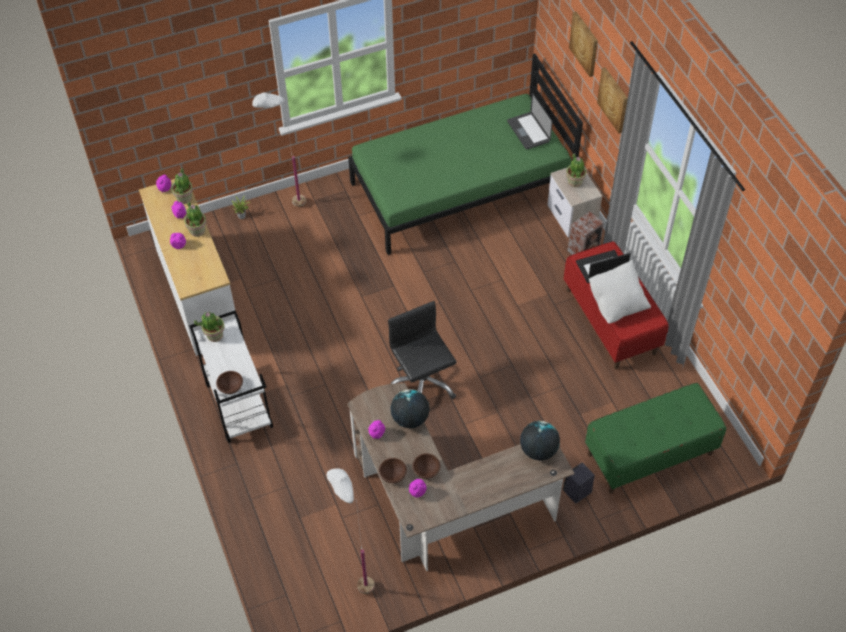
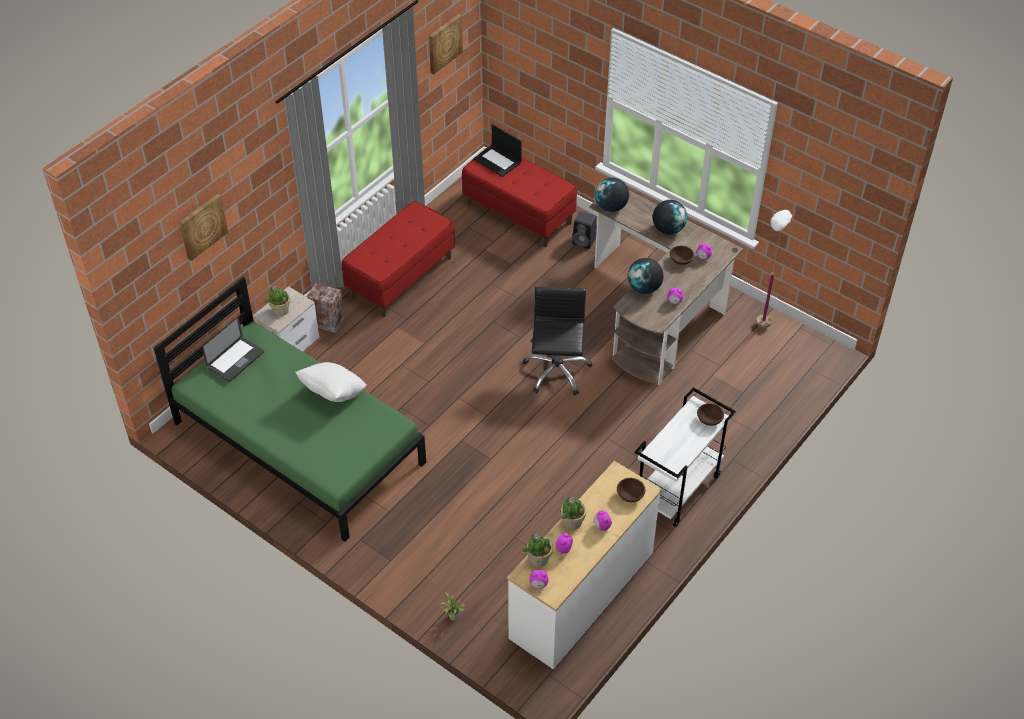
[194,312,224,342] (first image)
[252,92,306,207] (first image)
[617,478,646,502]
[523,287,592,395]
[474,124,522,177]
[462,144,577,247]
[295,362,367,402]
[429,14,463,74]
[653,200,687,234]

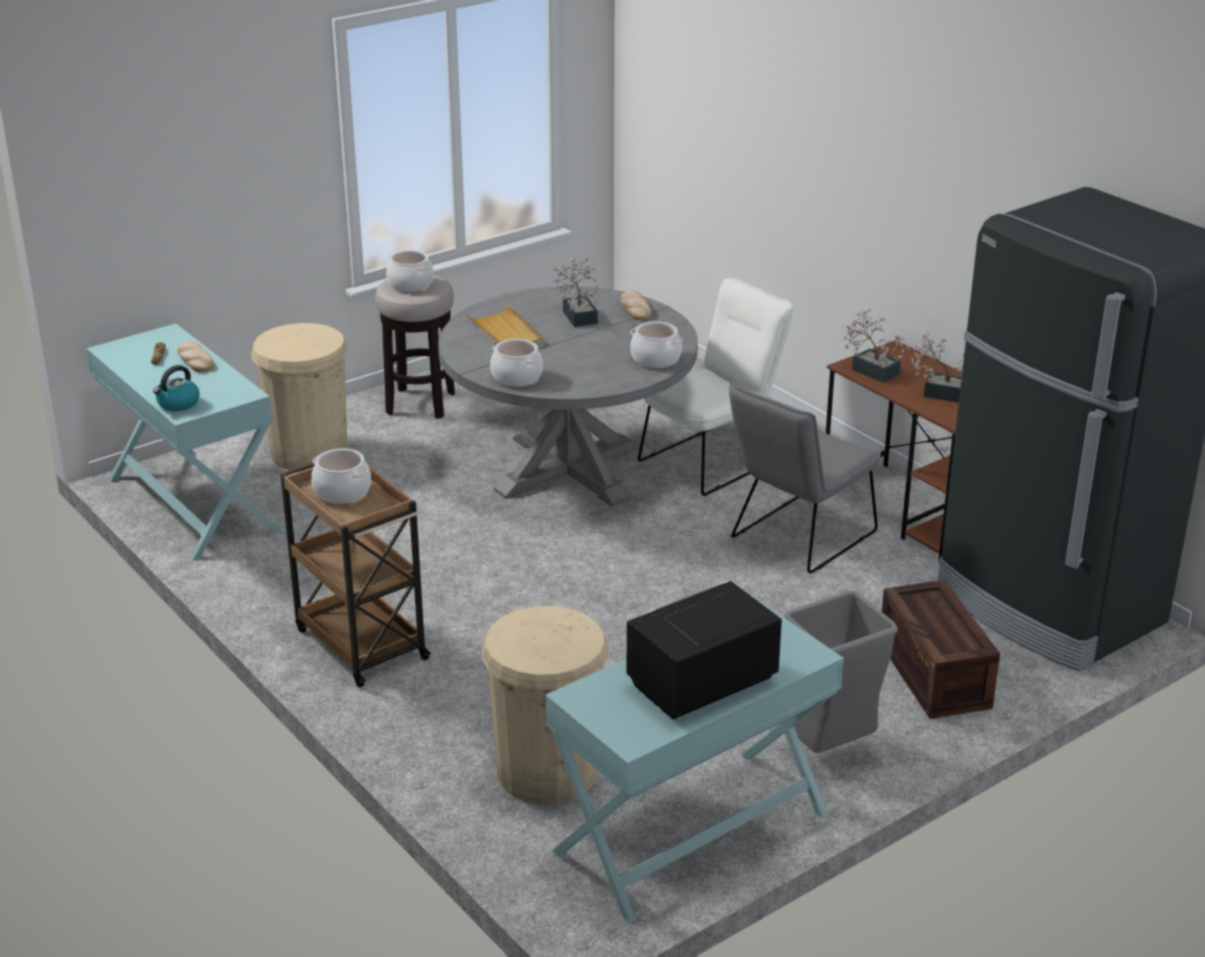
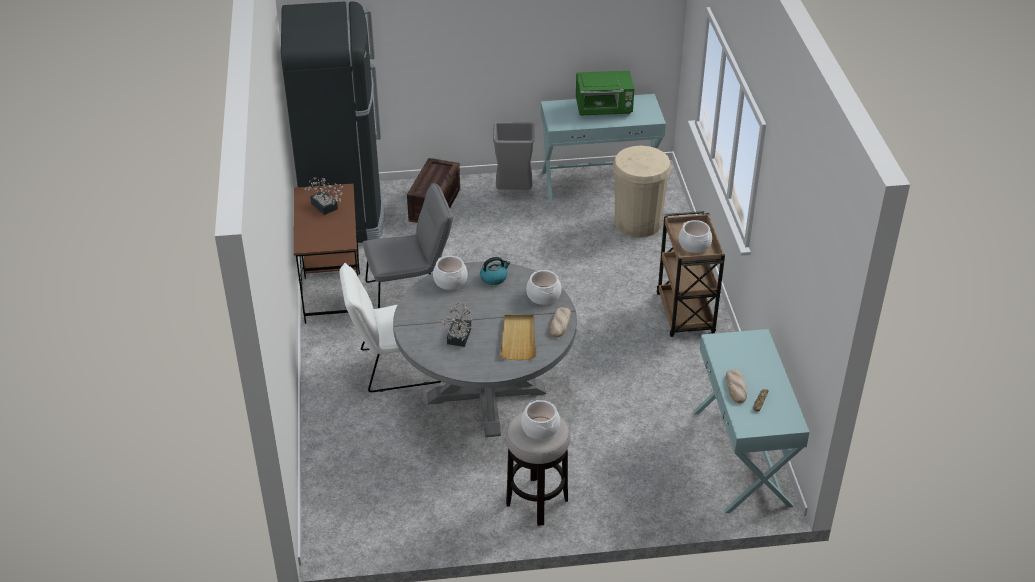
[480,257,510,285]
[251,323,348,471] (first image)
[550,307,571,338]
[576,71,634,116]
[842,309,911,383] (first image)

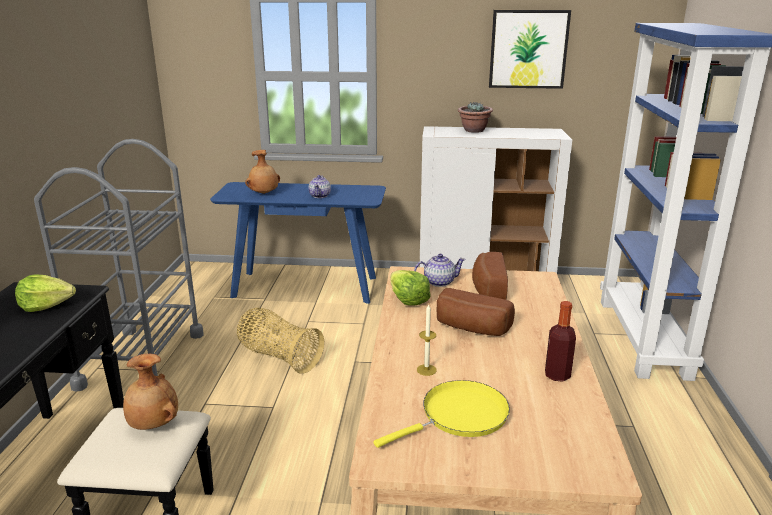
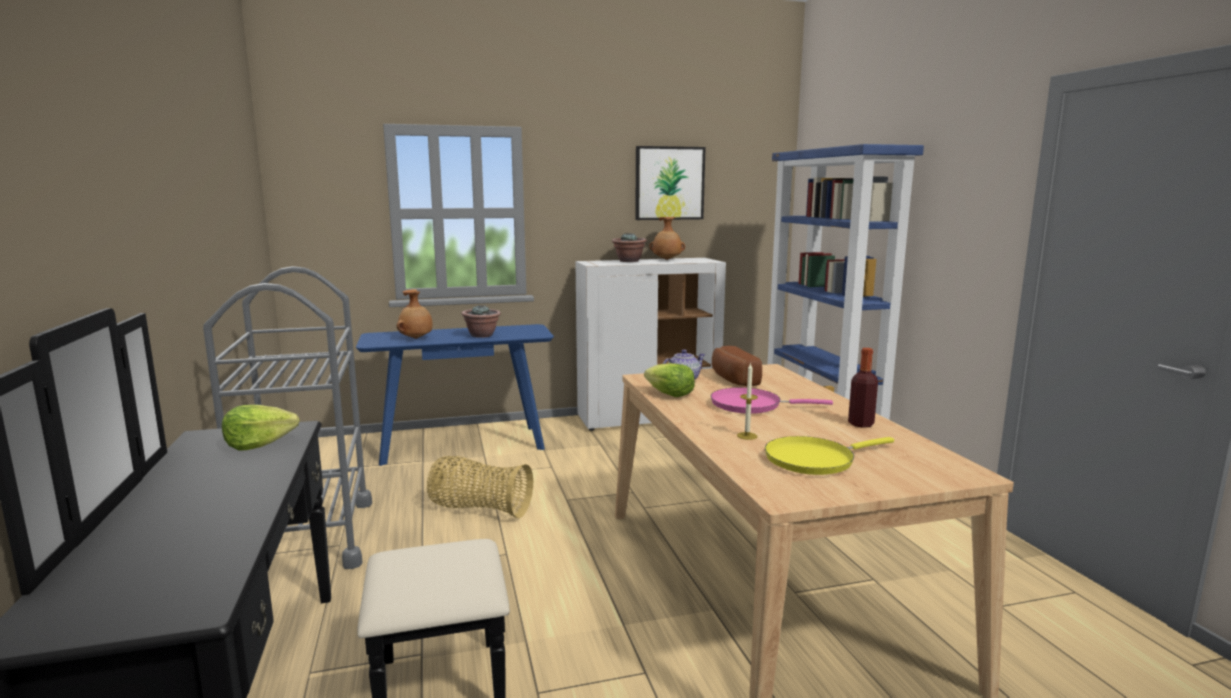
[649,217,685,260]
[462,305,501,338]
[765,436,894,475]
[711,388,833,414]

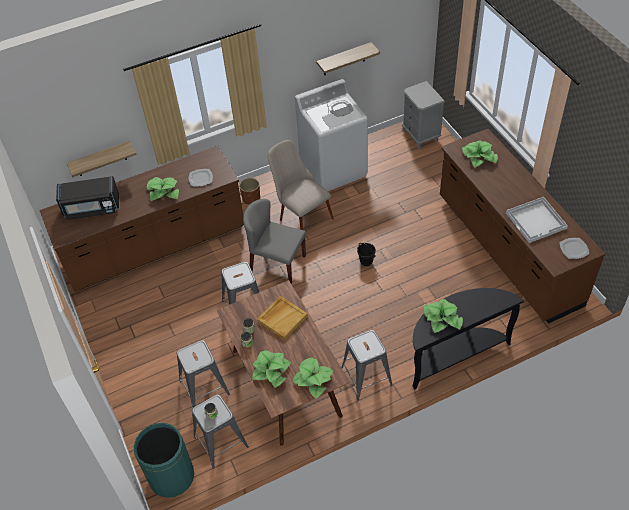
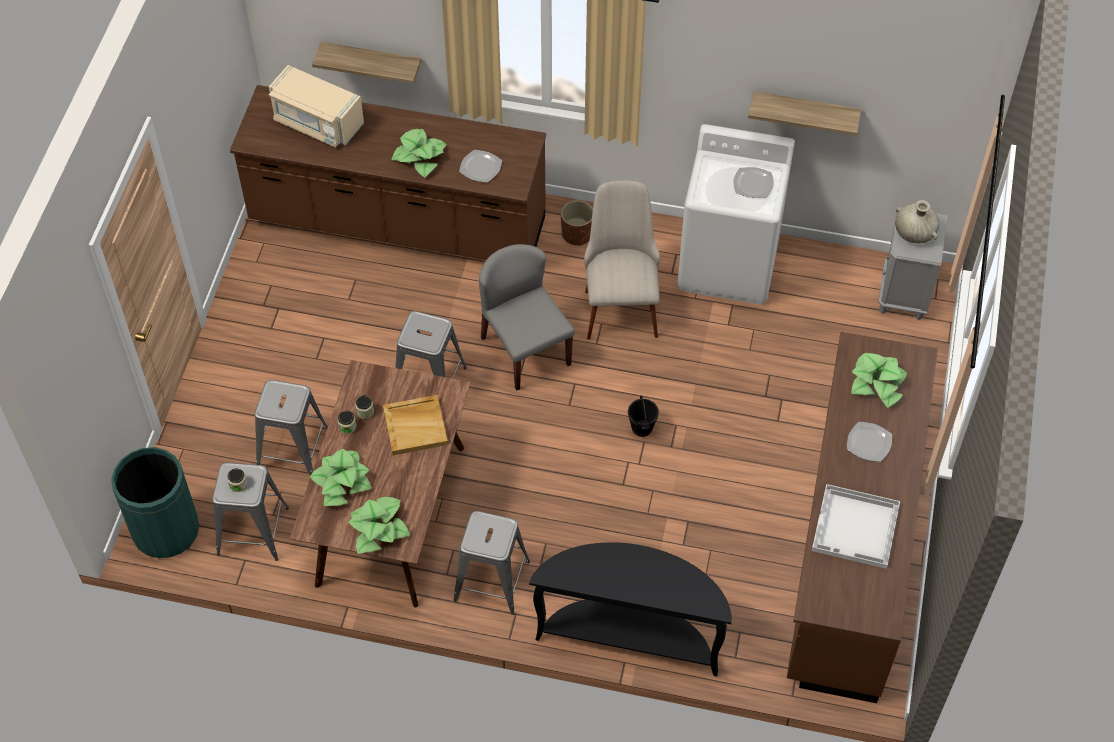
[269,65,364,148]
[424,299,463,333] (first image)
[847,422,892,462]
[895,200,939,243]

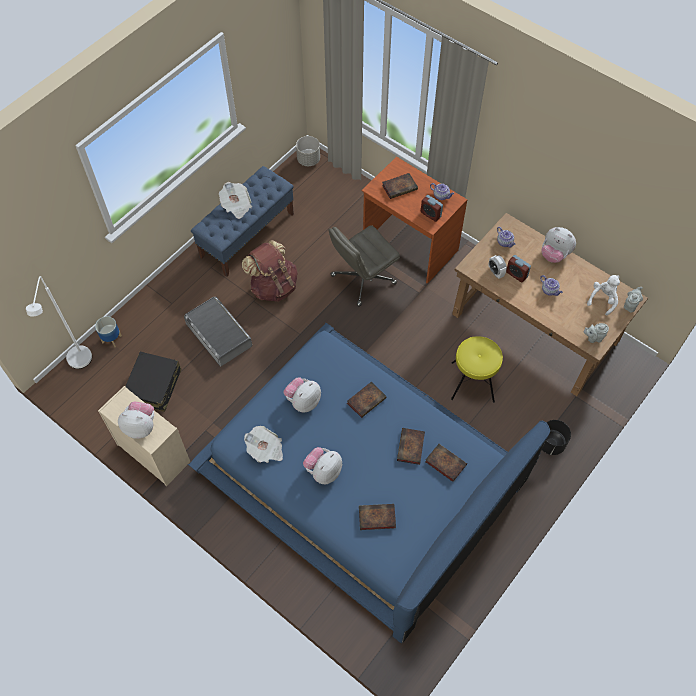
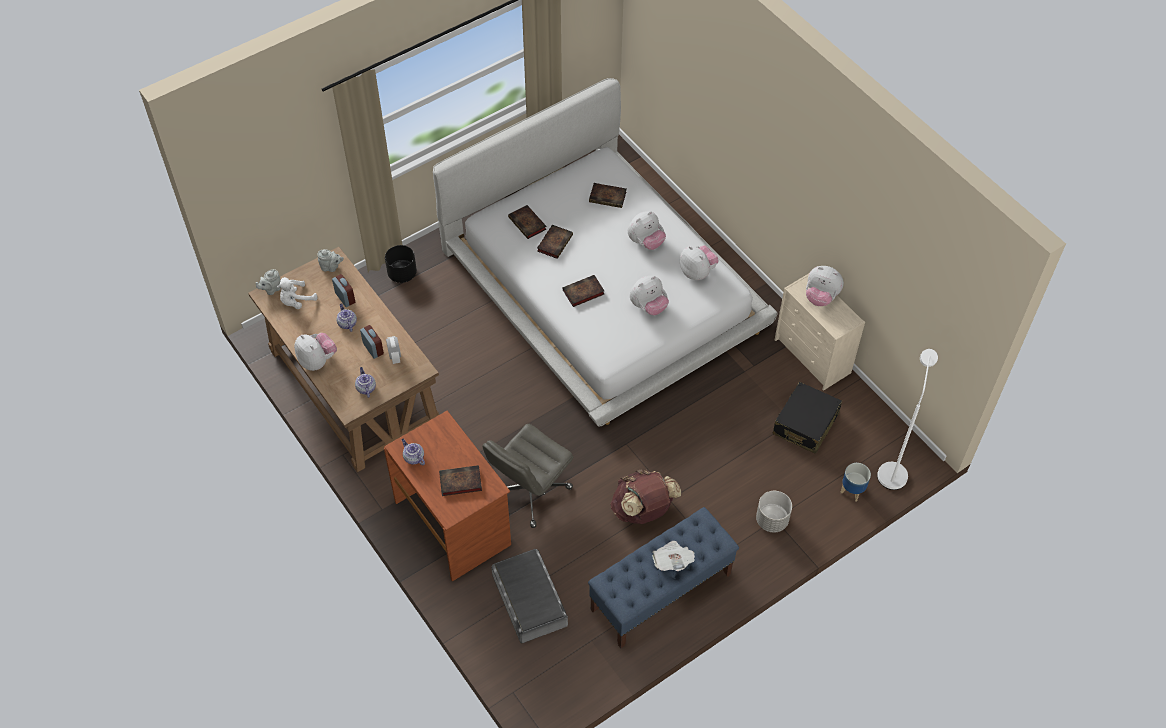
[491,549,568,643]
[433,78,778,427]
[680,246,719,280]
[756,491,792,532]
[482,424,573,528]
[332,274,355,307]
[451,336,503,403] (first image)

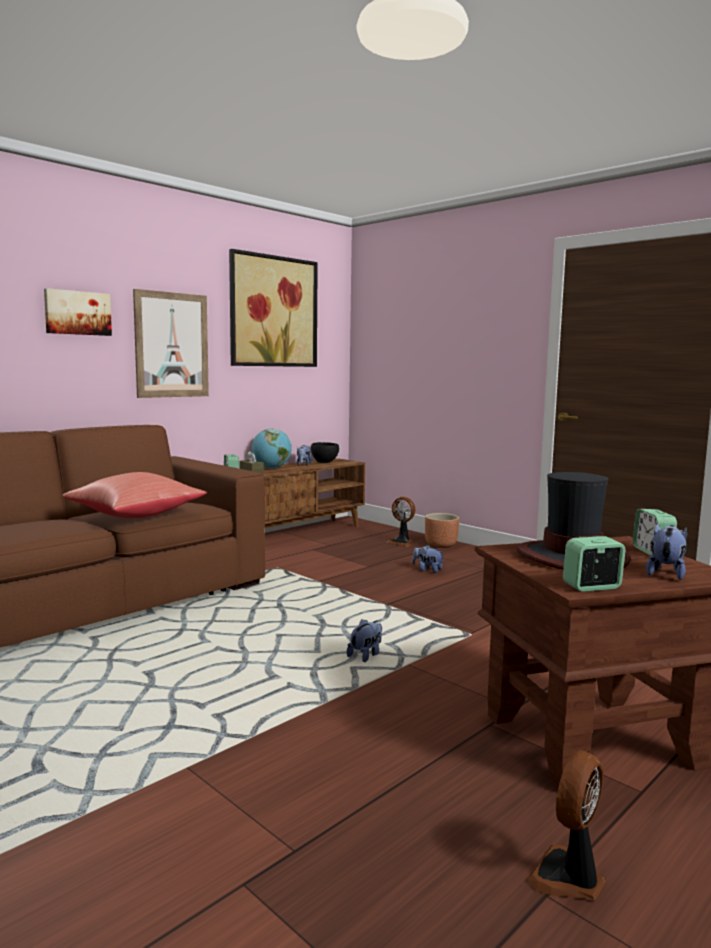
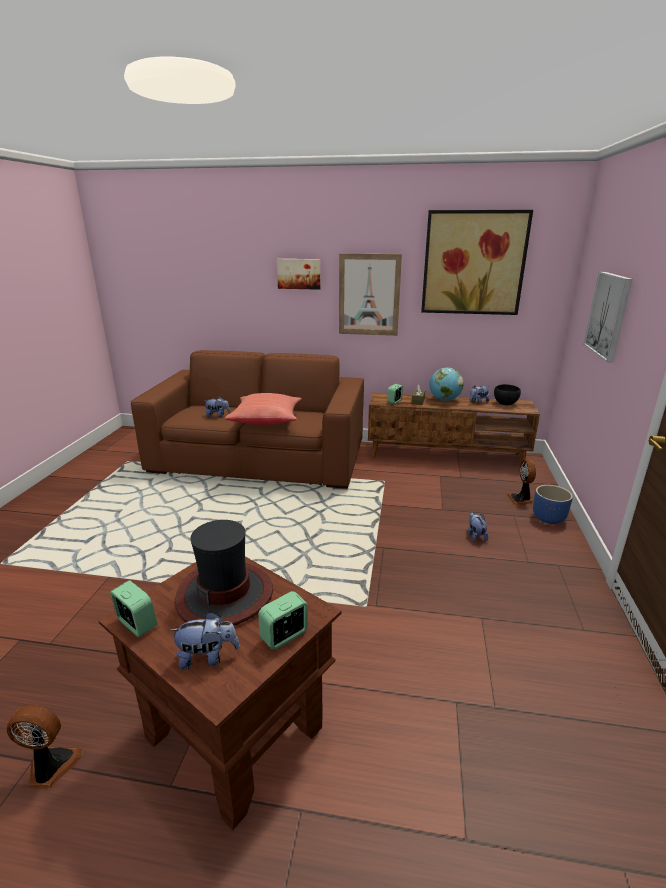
[205,397,230,418]
[533,485,573,524]
[583,271,633,362]

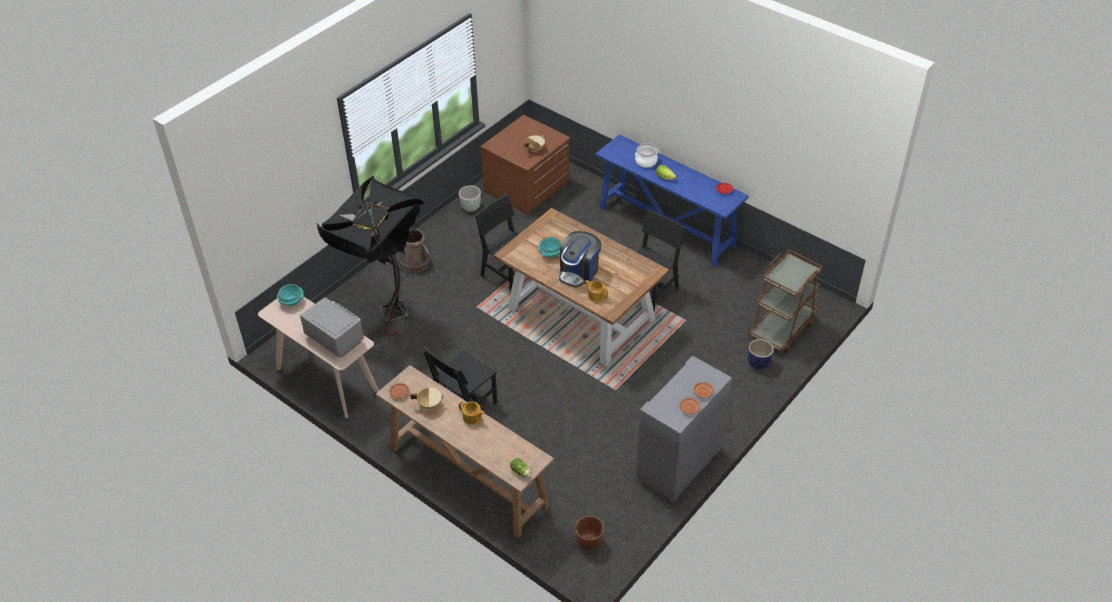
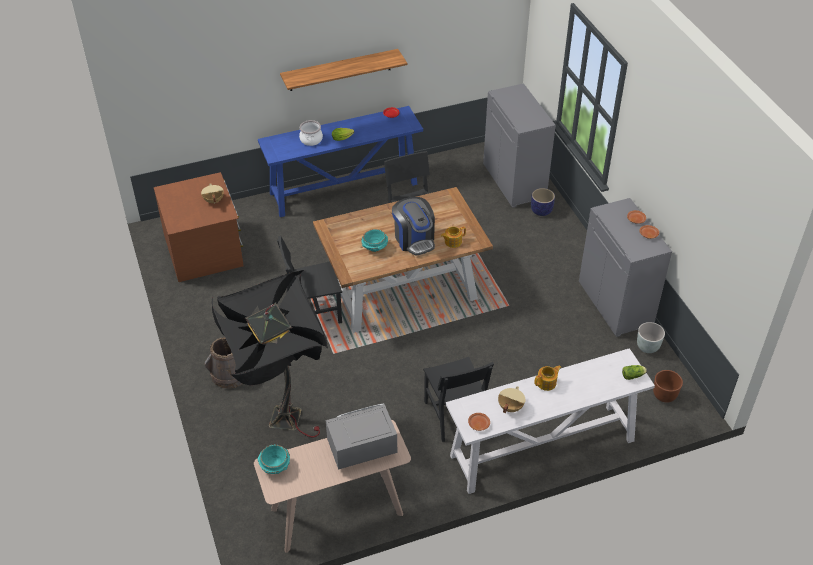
[446,348,655,494]
[637,322,665,353]
[483,83,556,208]
[280,49,407,91]

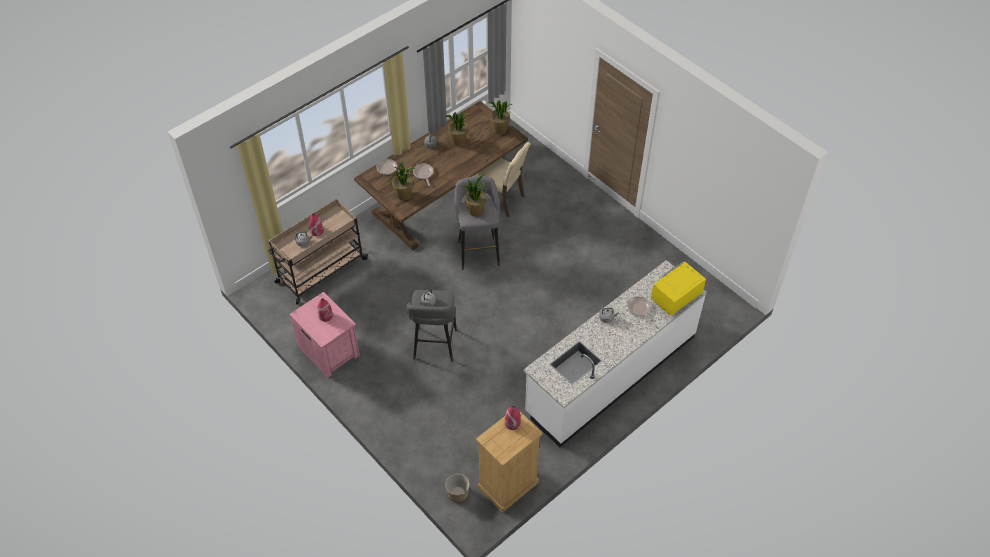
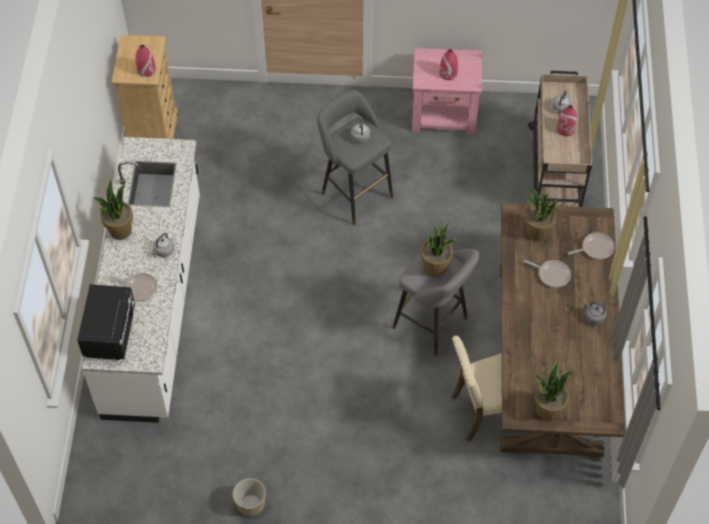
[94,179,133,240]
[233,478,266,517]
[77,284,135,360]

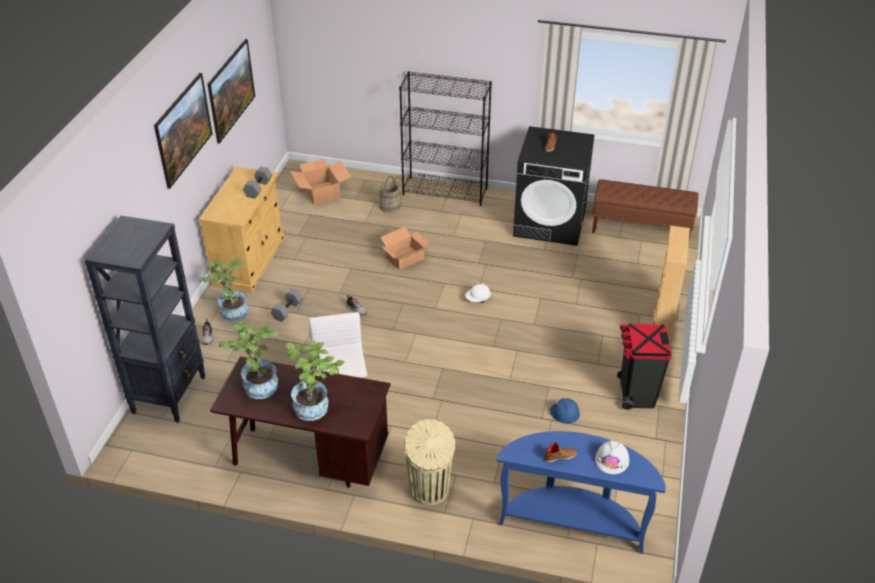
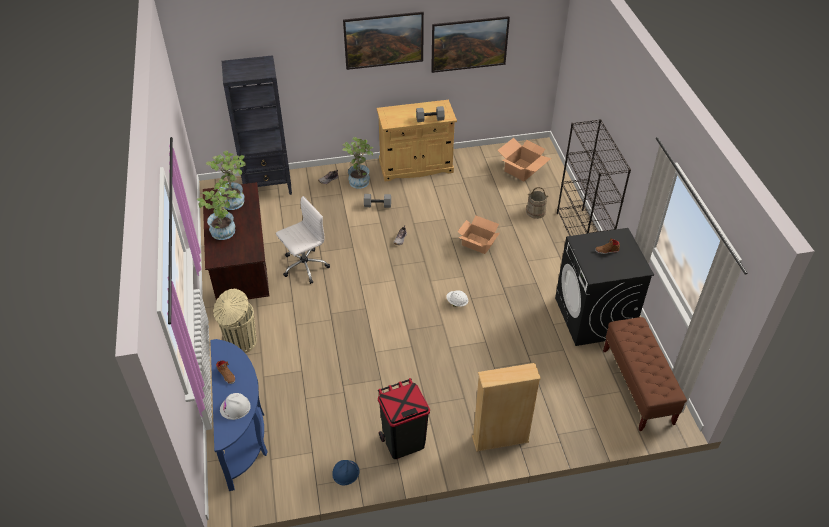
[332,460,359,485]

